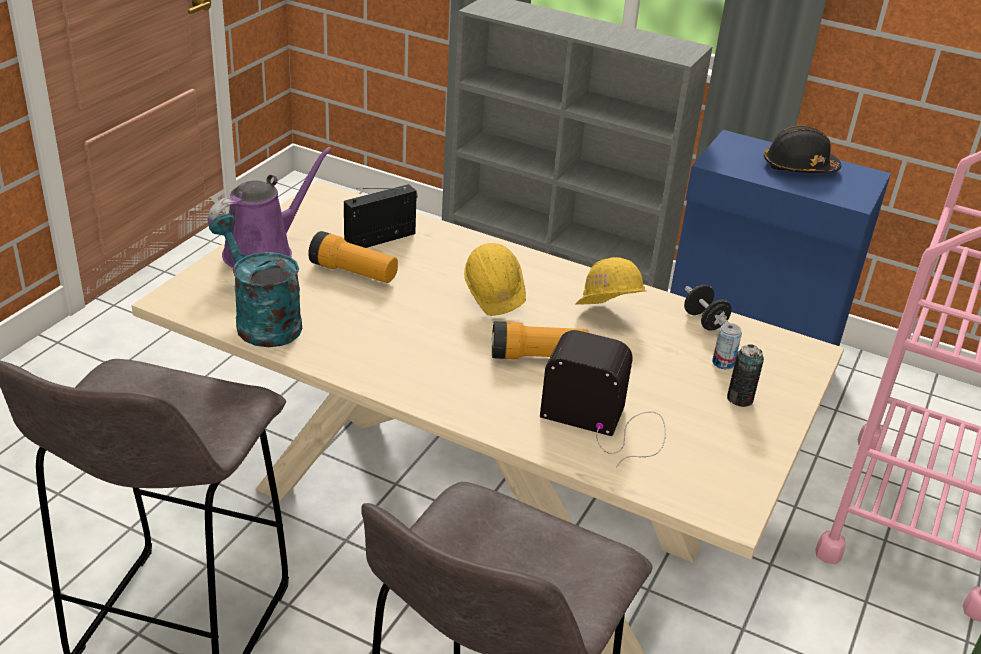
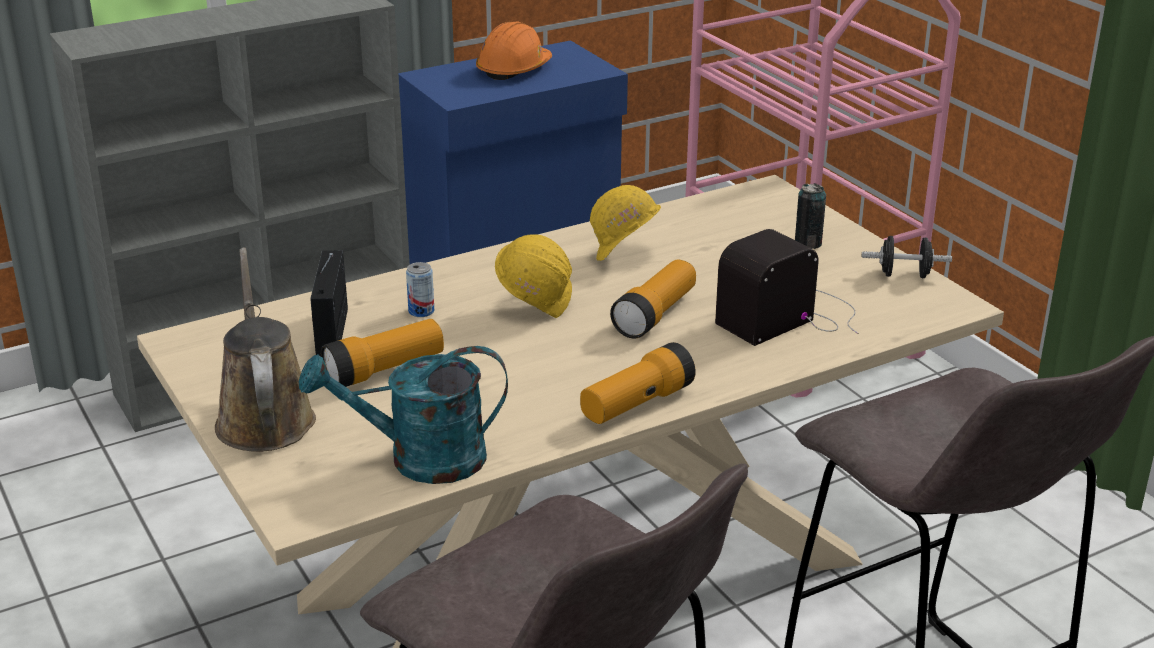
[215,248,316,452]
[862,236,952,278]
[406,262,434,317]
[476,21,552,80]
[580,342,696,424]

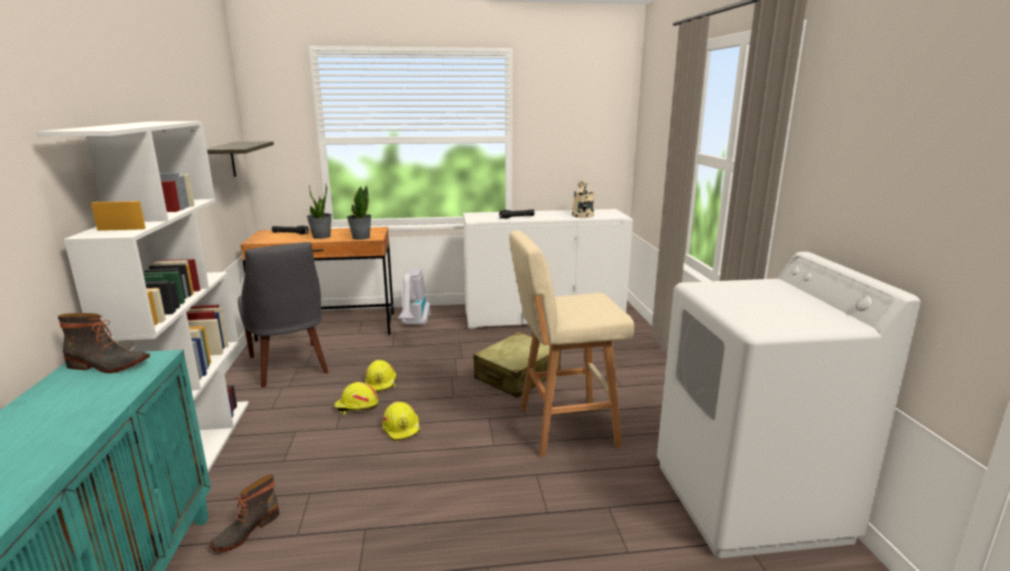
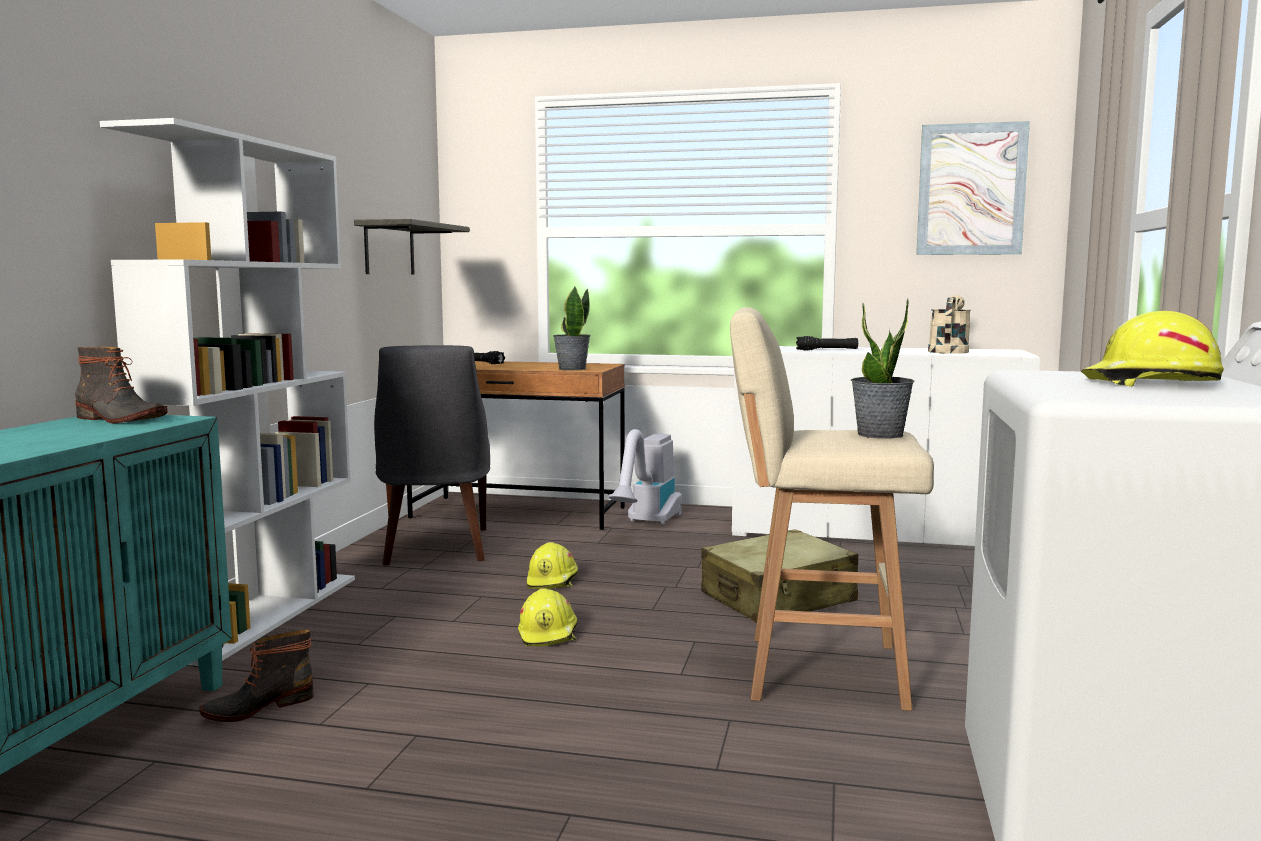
[851,299,914,439]
[1081,311,1224,387]
[916,121,1030,255]

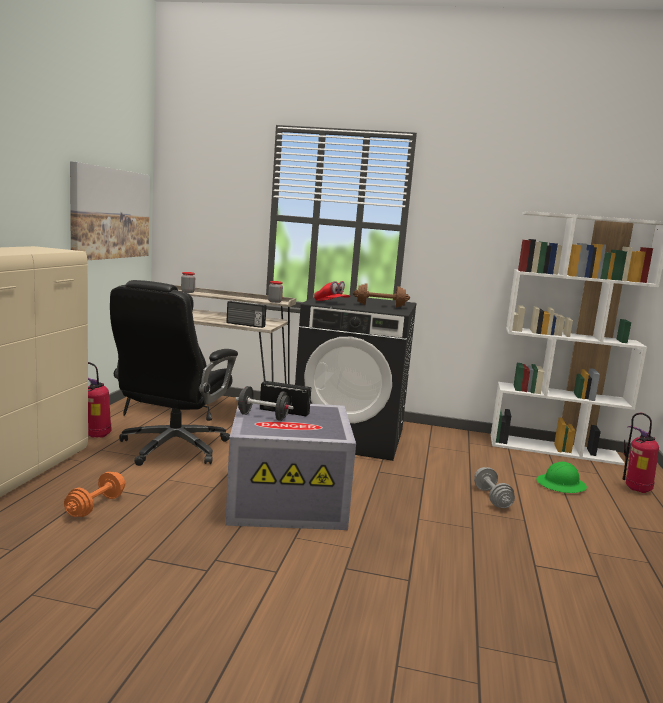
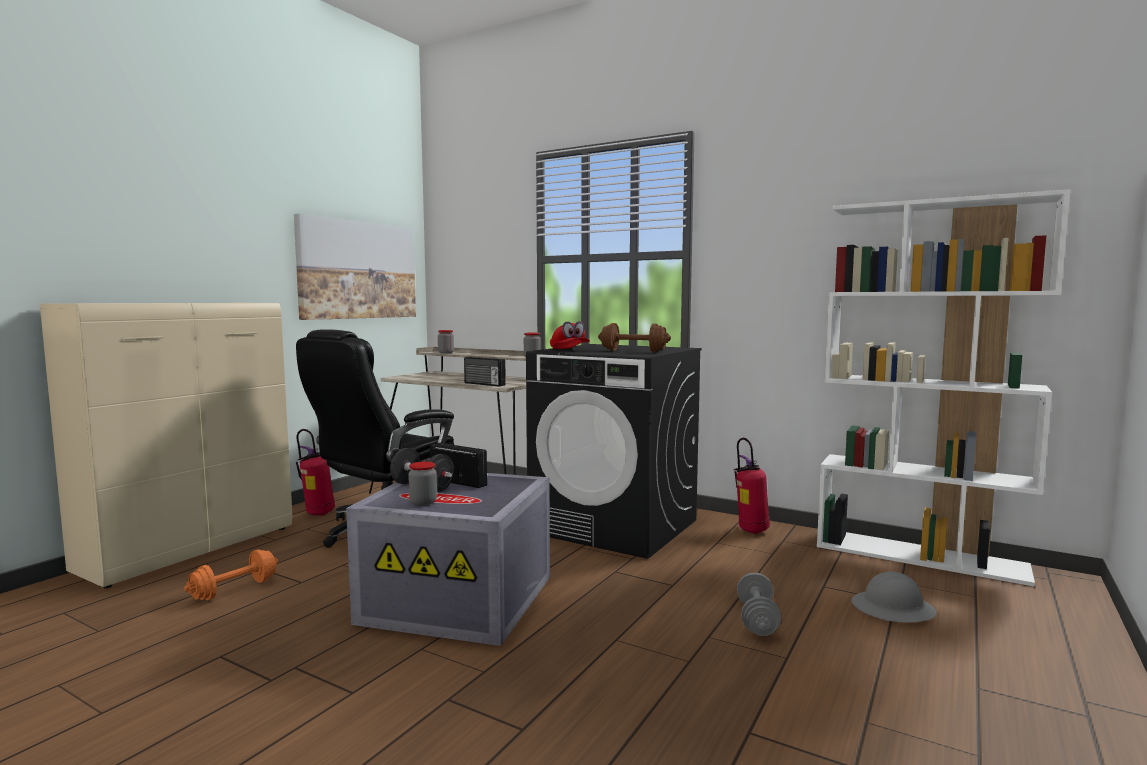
[851,572,937,623]
[734,438,770,534]
[408,461,437,506]

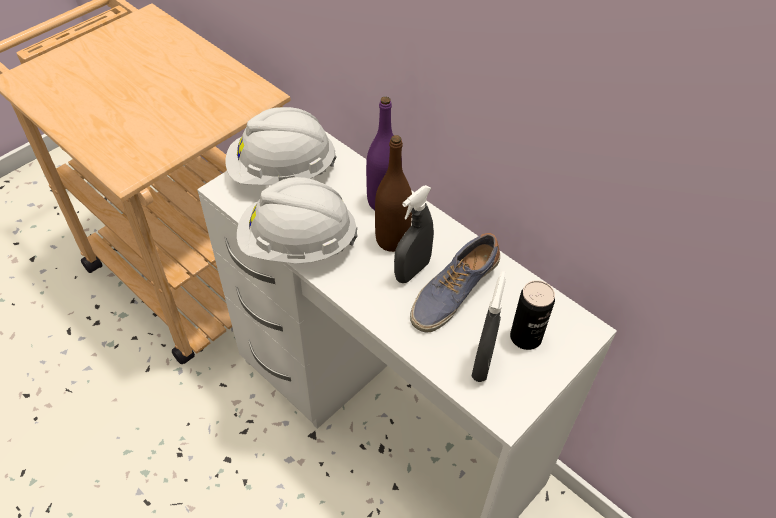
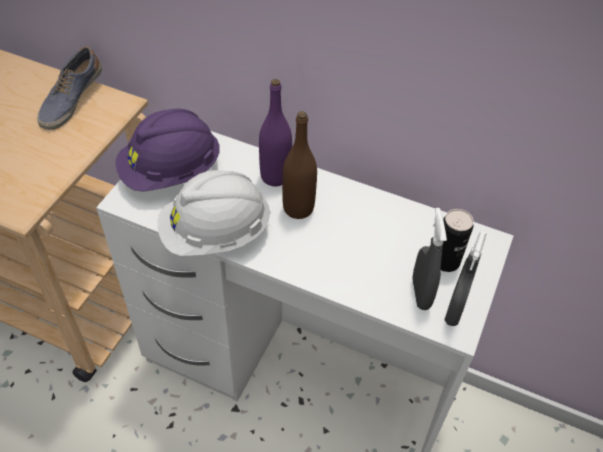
[115,109,220,192]
[444,231,487,326]
[37,46,102,130]

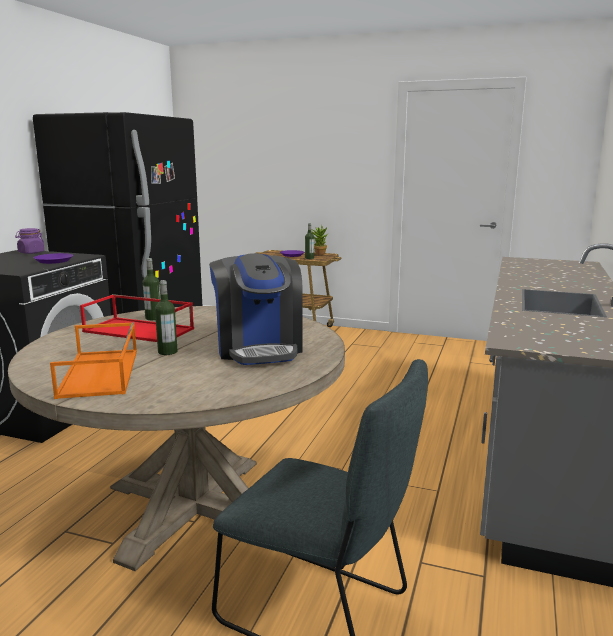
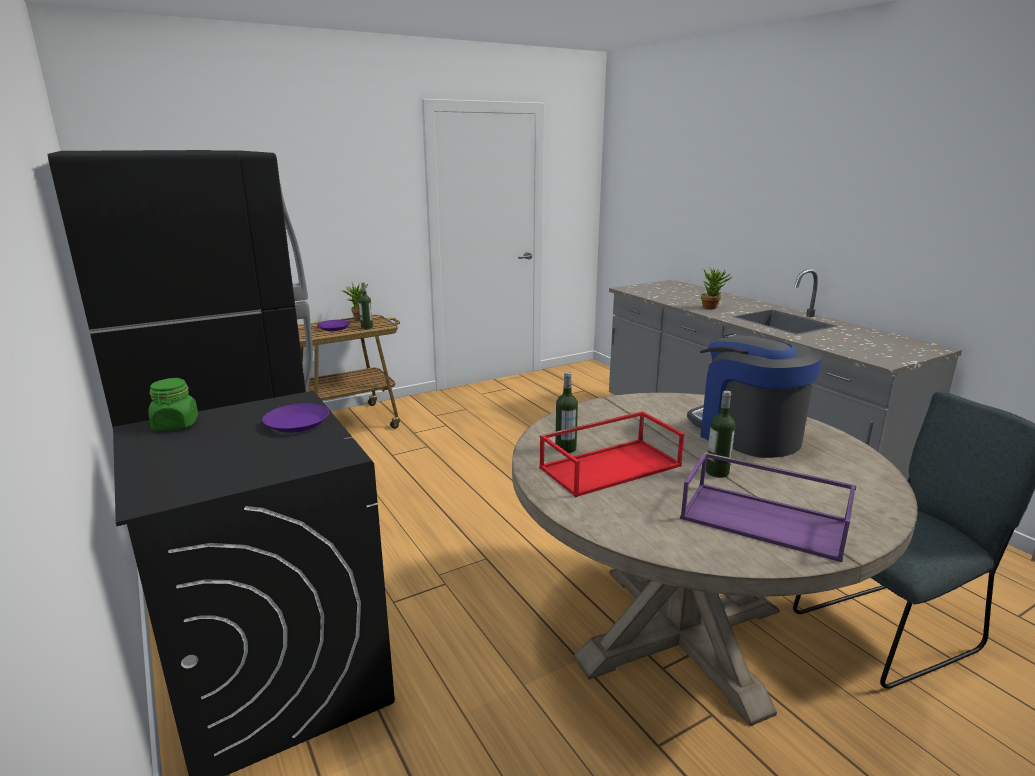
[148,378,198,430]
[680,452,857,562]
[687,334,822,458]
[701,268,732,309]

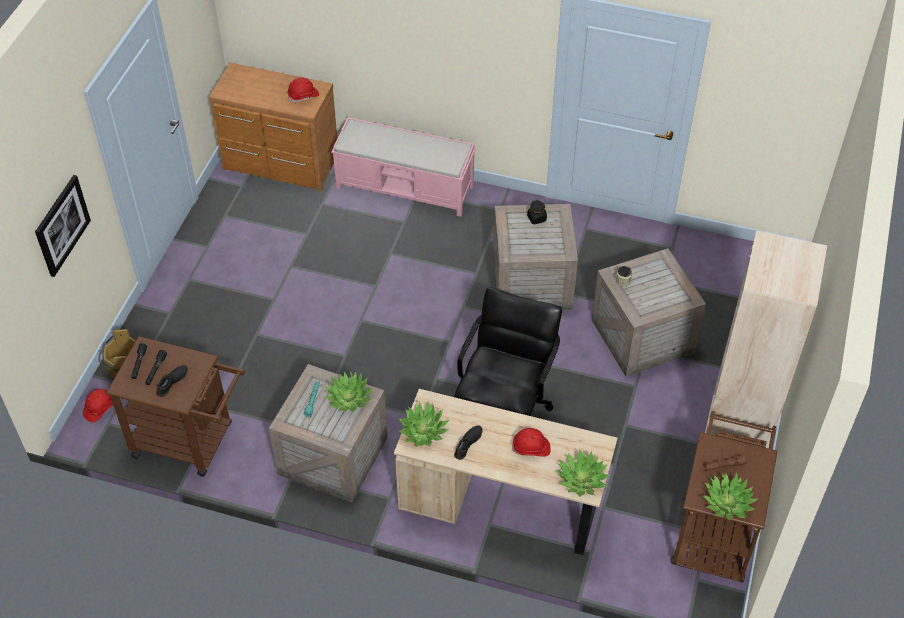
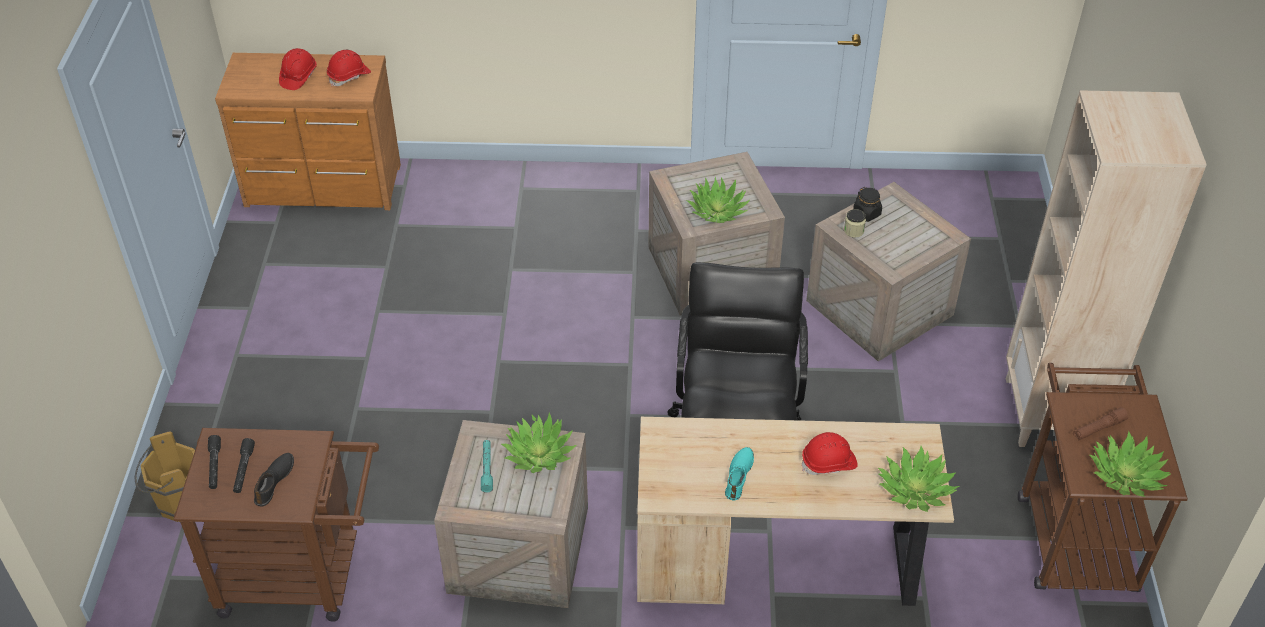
[35,175,91,277] (first image)
[279,48,317,90]
[331,117,476,217] (first image)
[686,177,750,223]
[725,447,754,501]
[853,187,882,222]

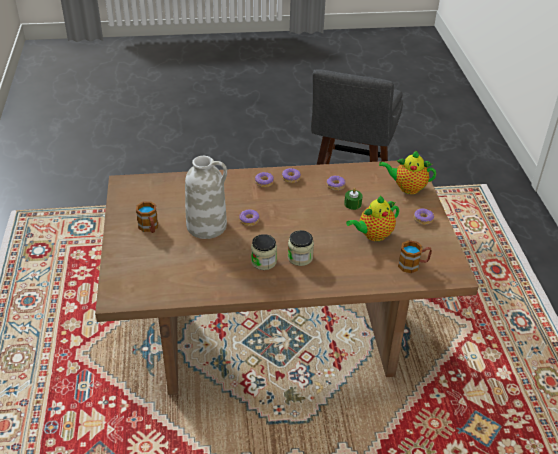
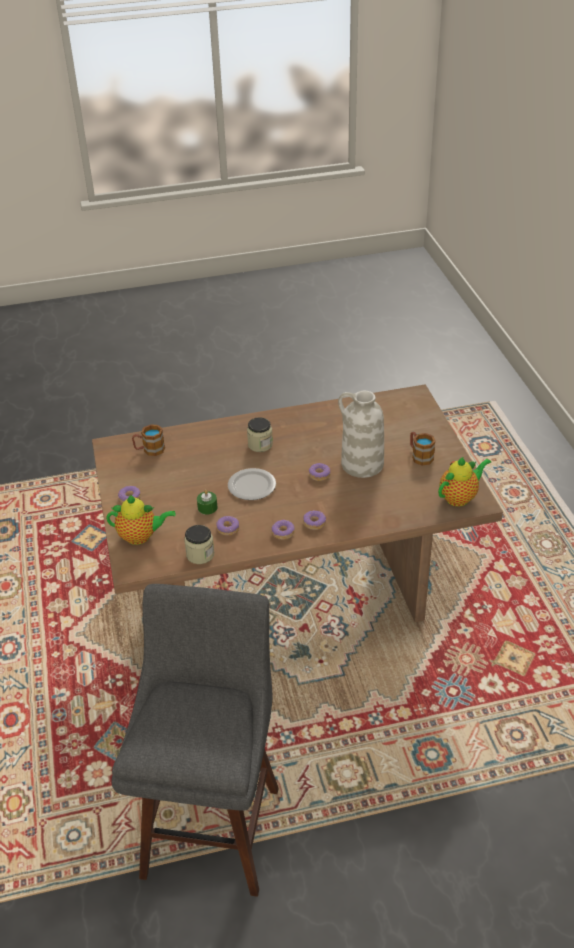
[184,525,214,564]
[438,456,491,507]
[228,468,276,500]

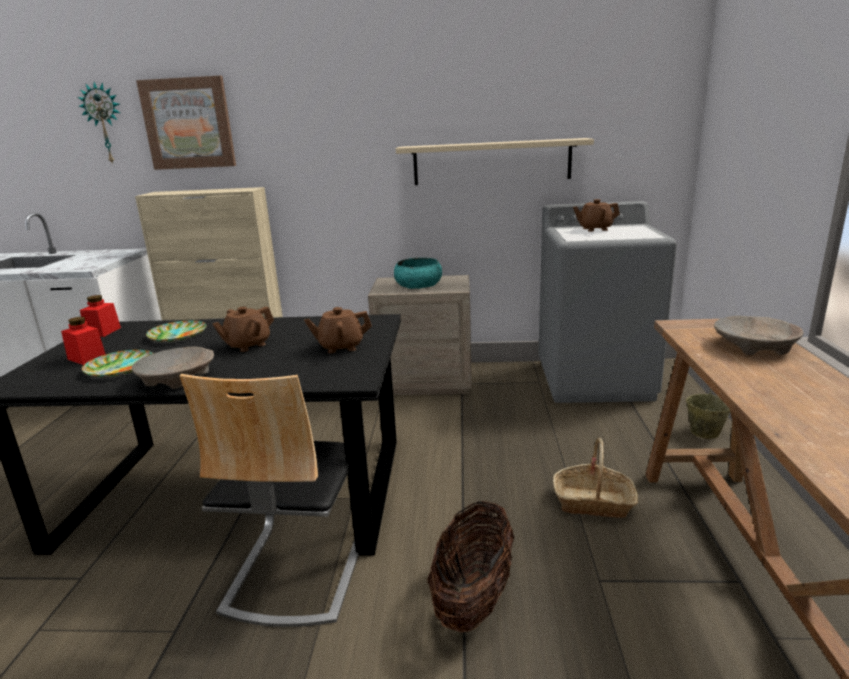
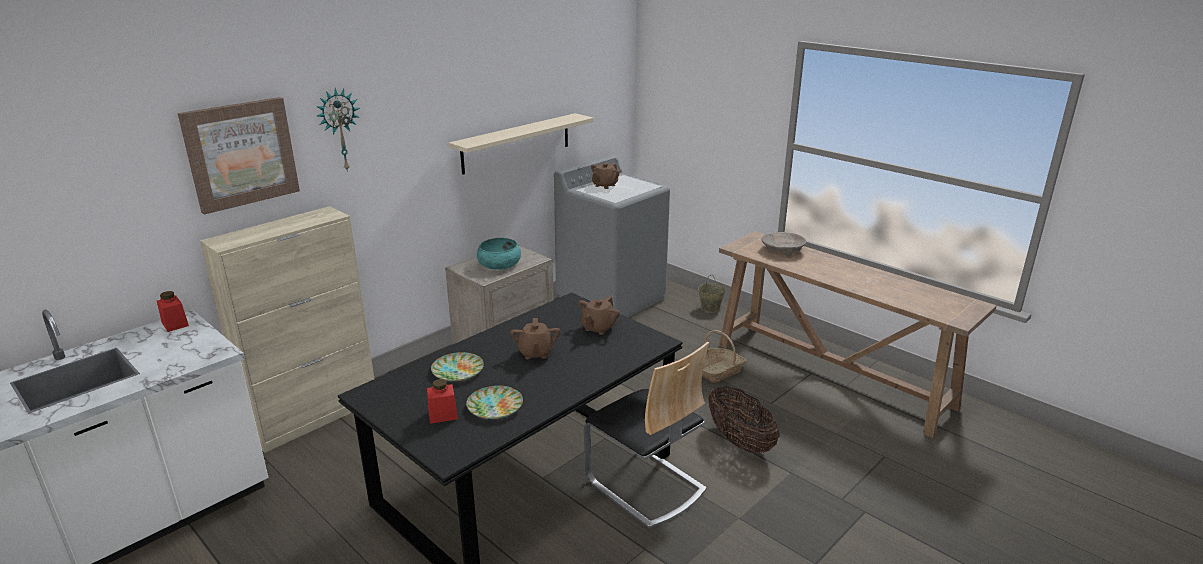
[316,88,360,172]
[157,291,189,332]
[132,347,214,389] (first image)

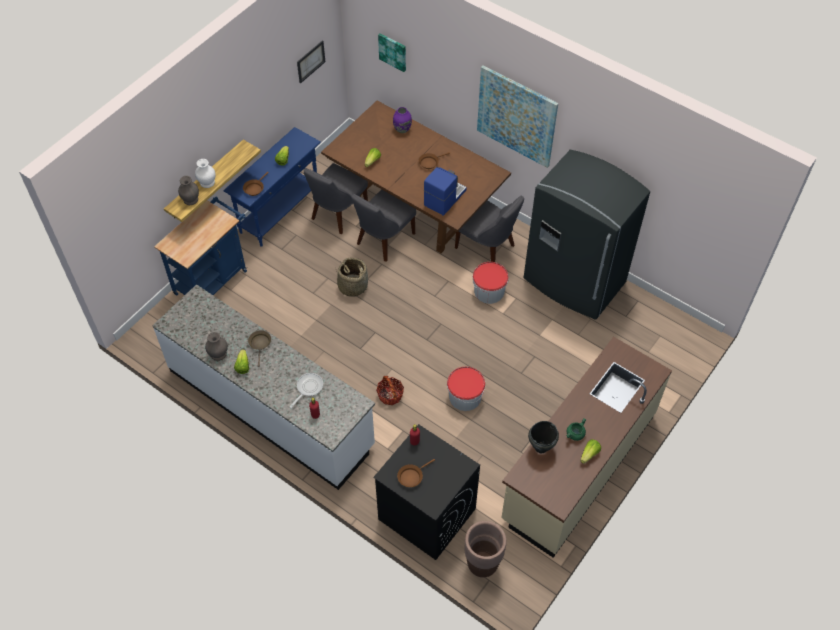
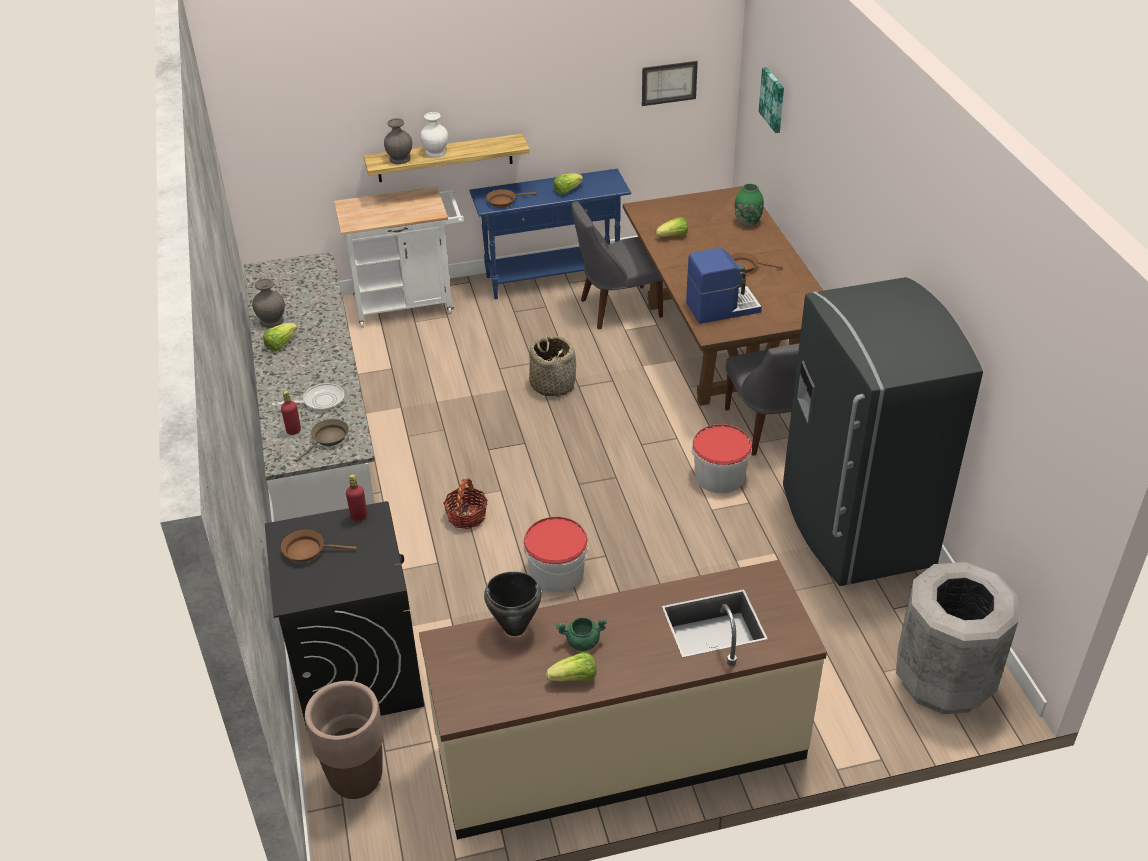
[334,186,464,328]
[295,419,349,462]
[351,189,416,262] (first image)
[734,184,764,227]
[477,66,558,168] (first image)
[896,562,1019,714]

